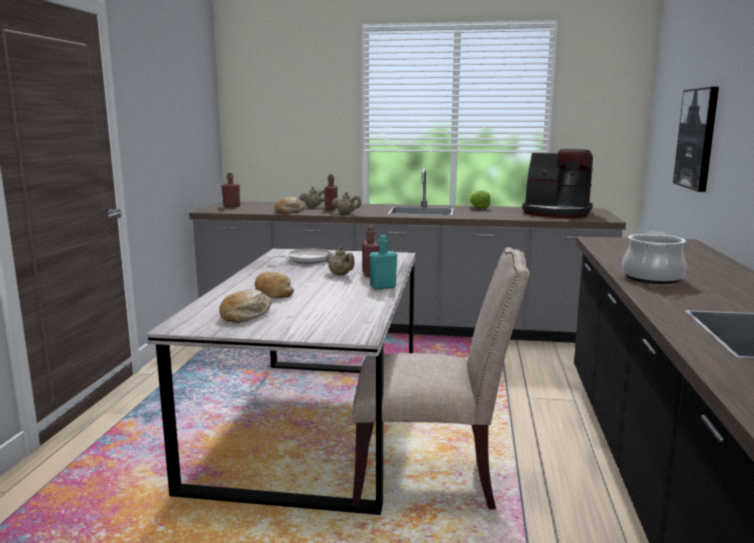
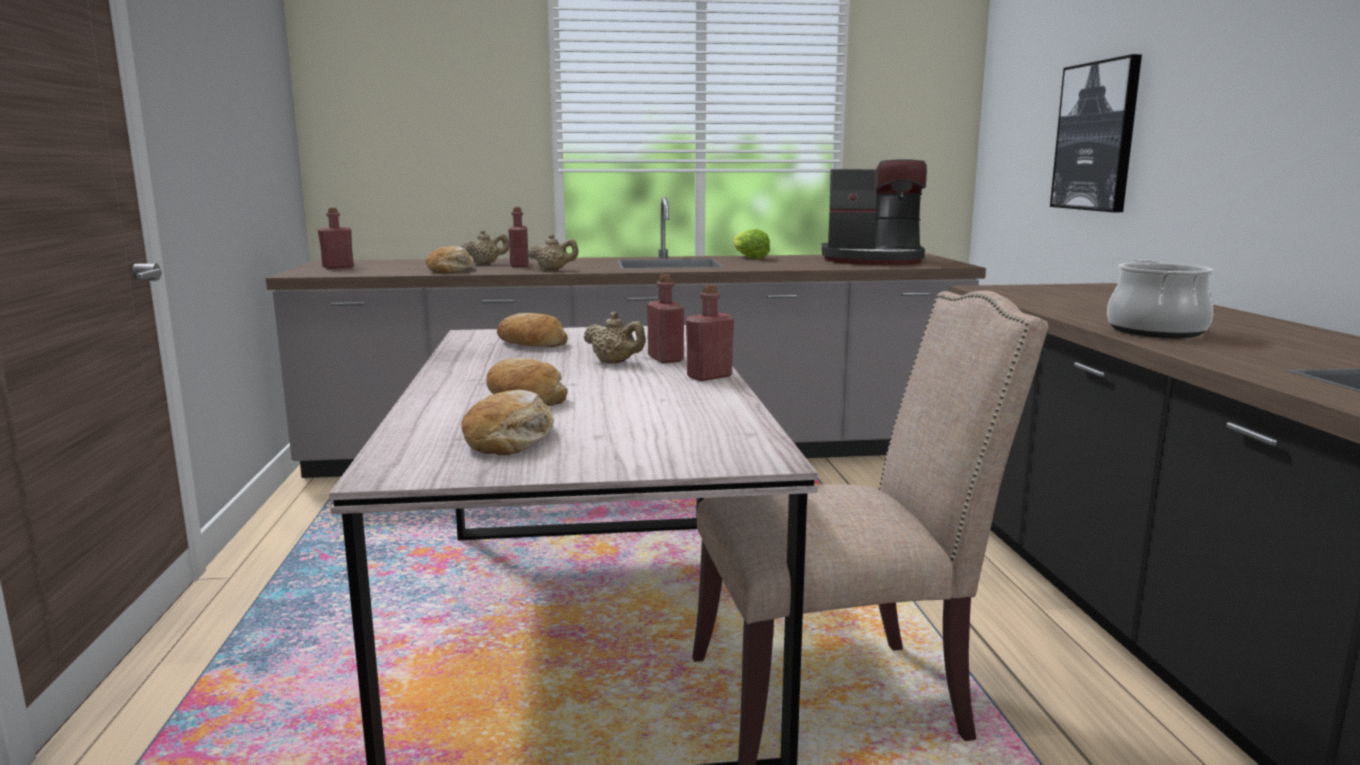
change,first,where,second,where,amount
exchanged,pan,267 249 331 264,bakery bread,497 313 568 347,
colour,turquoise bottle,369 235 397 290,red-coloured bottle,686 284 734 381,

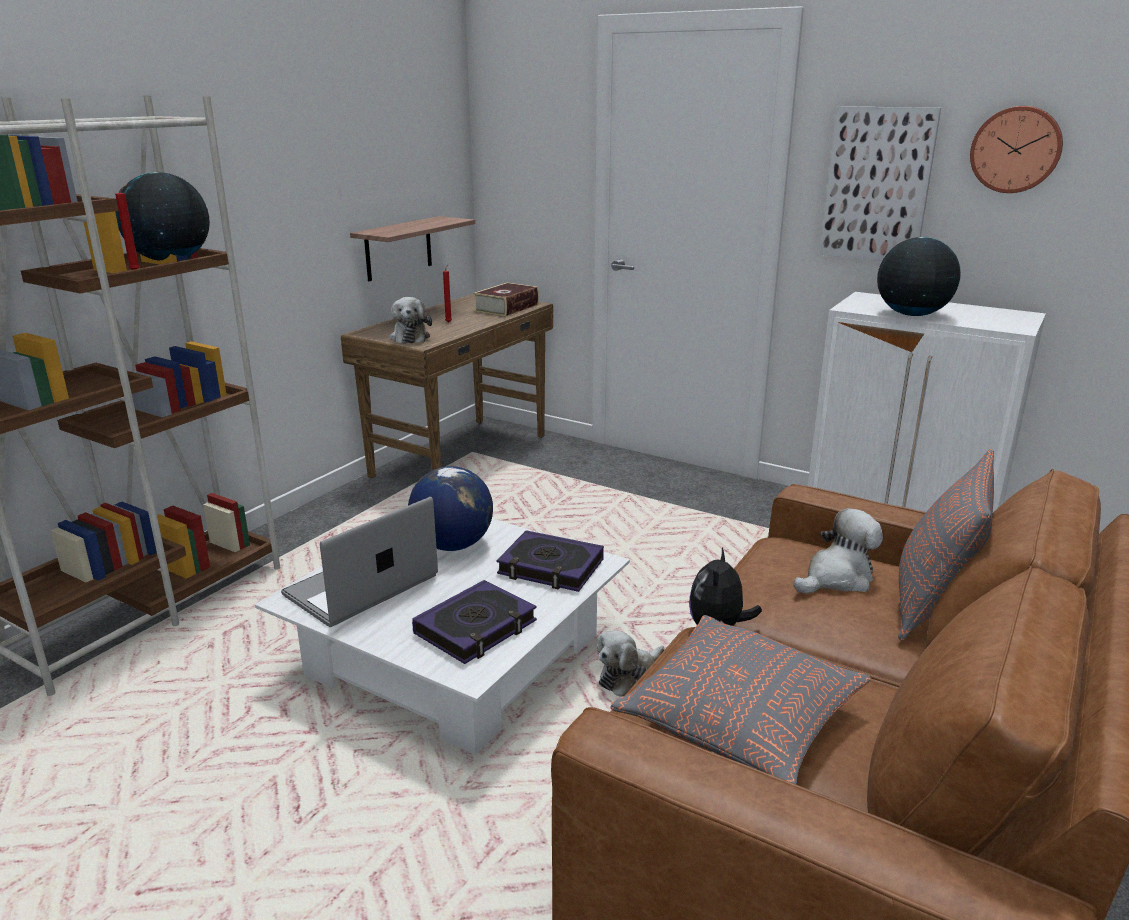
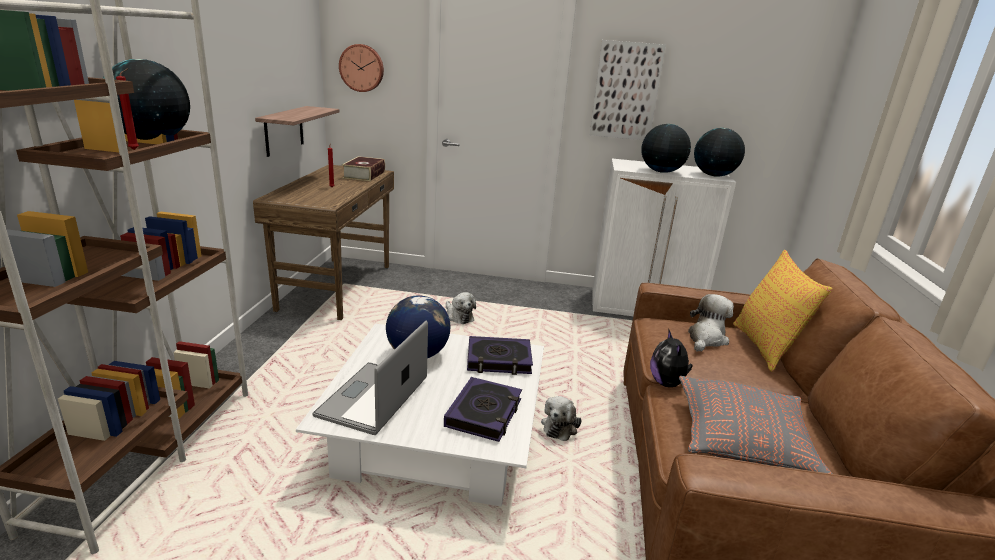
change,first,where,second,where,amount
relocated,plush toy,389 297 432 344,,446 292 476 324,
colour,grey pillow,898 449 994 641,yellow-coloured pillow,733 250 832 372,
relocated,wall clock,970 106 1063 193,,339 44 384 92,
appeared,,,world globe,694 128 745 176,

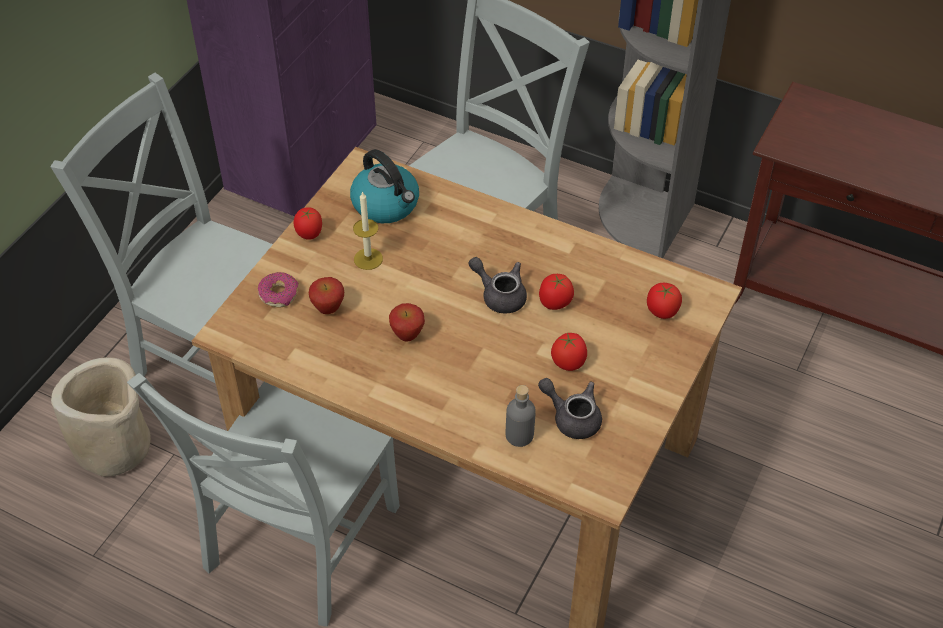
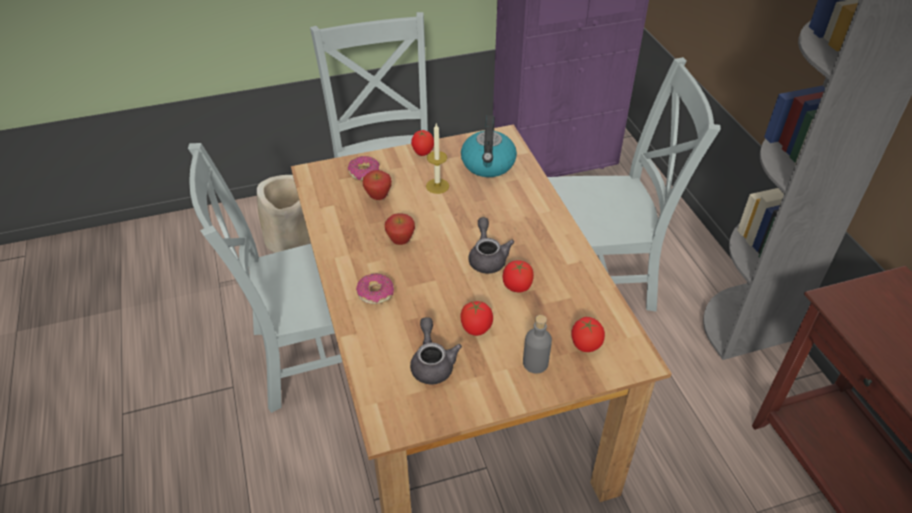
change,first,where,second,where,amount
relocated,grey bottle,506 385 536 447,,523 315 552 373,
appeared,,,donut,356 273 394 304,

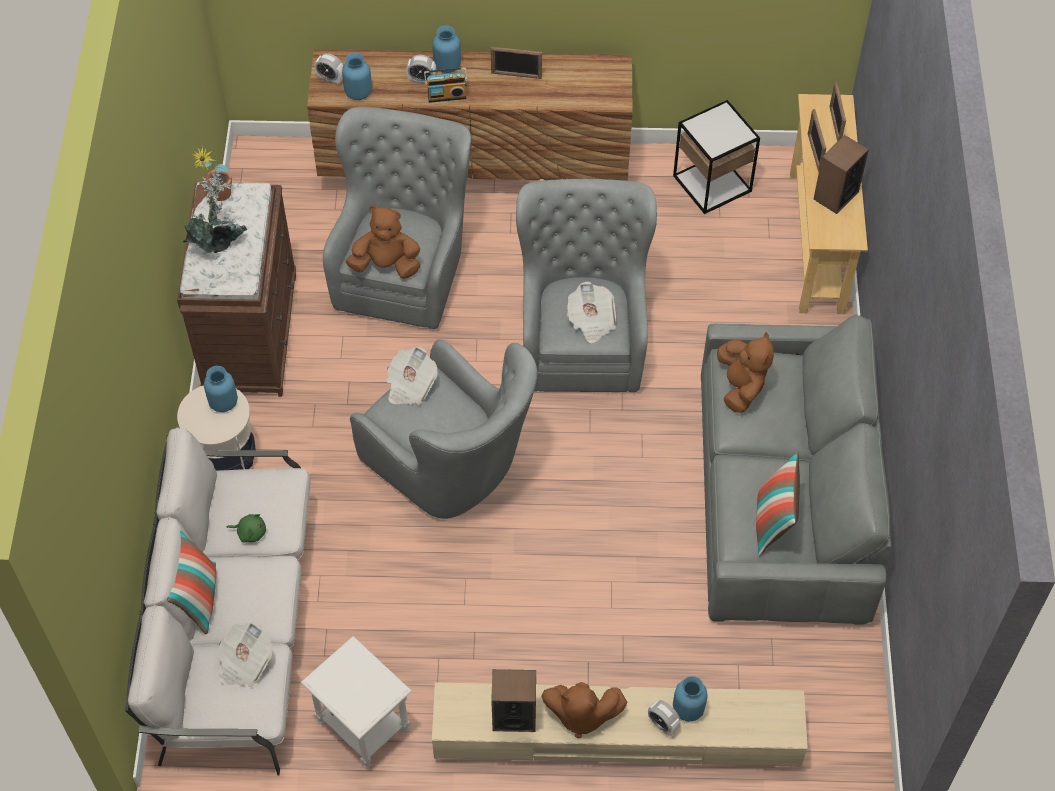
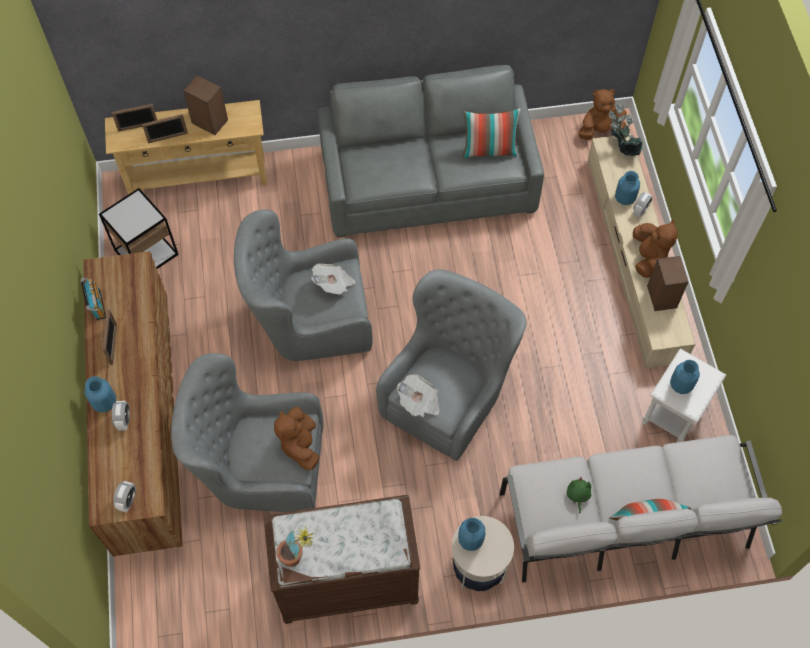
change,first,where,second,where,amount
relocated,houseplant,183 171 247 253,,609 103 642 156,
missing,printed paper,217 623 273 687,,,
relocated,blue flower vase,342 53 372 100,,670 360 700 394,
relocated,radio,424 67 468 103,,81 278 106 320,
relocated,brown plush toy,717 332 774 413,,578 89 627 140,

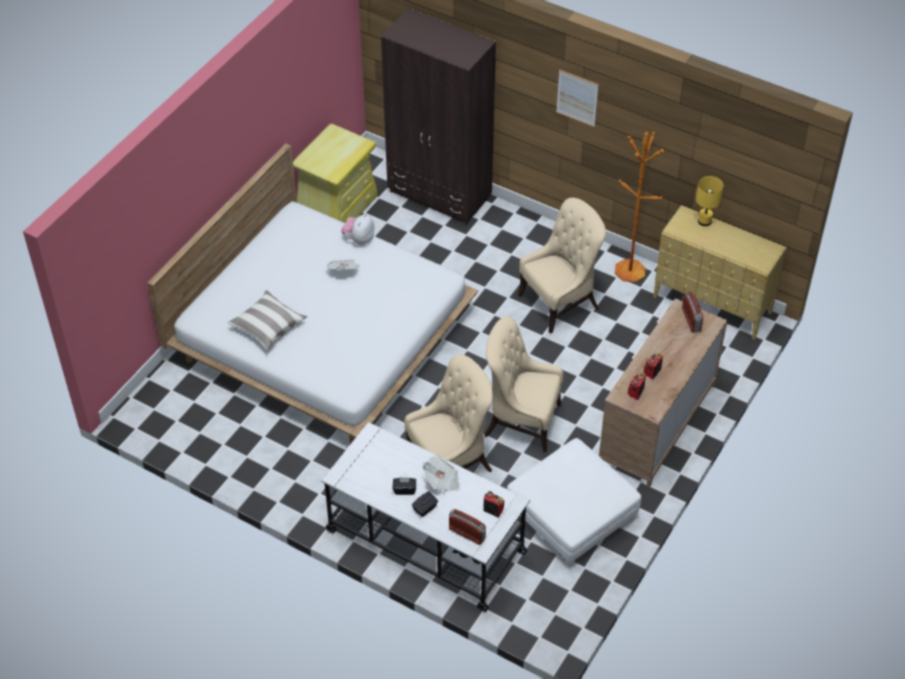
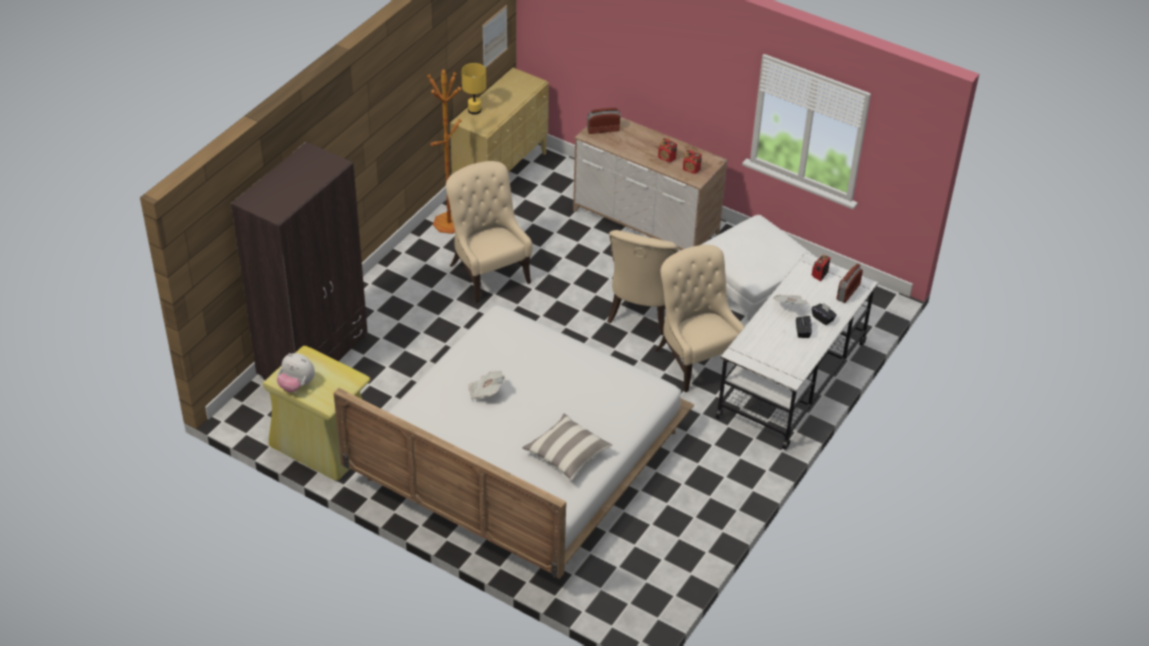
change,first,where,second,where,amount
relocated,plush toy,341 214 375 245,,277 353 315 393,
relocated,picture,556 70 599 127,,482 5 508 68,

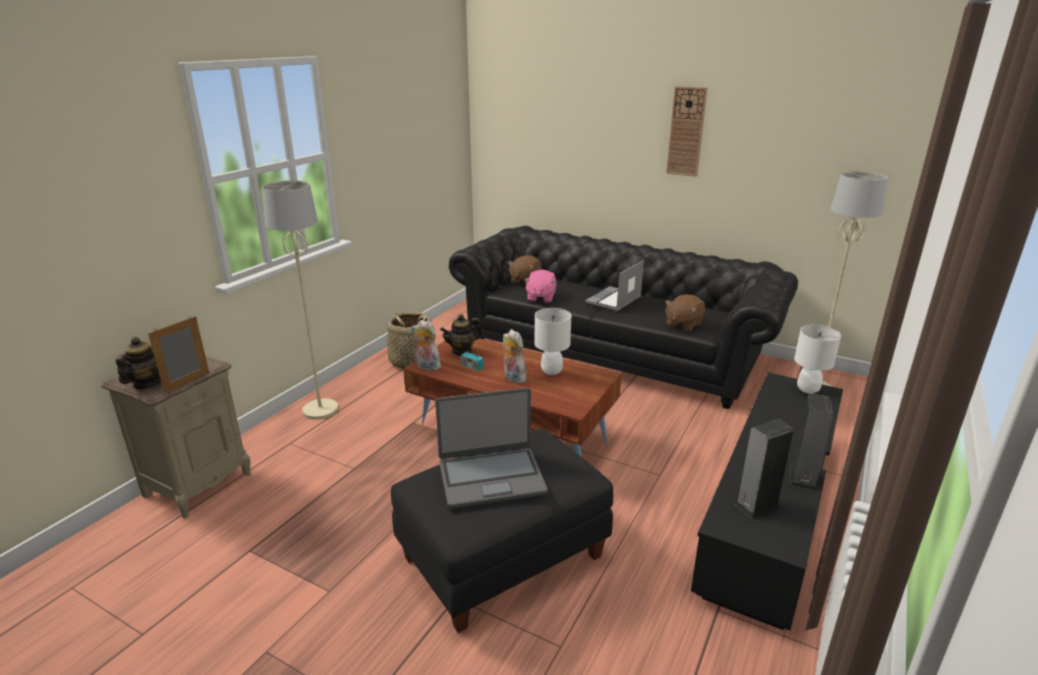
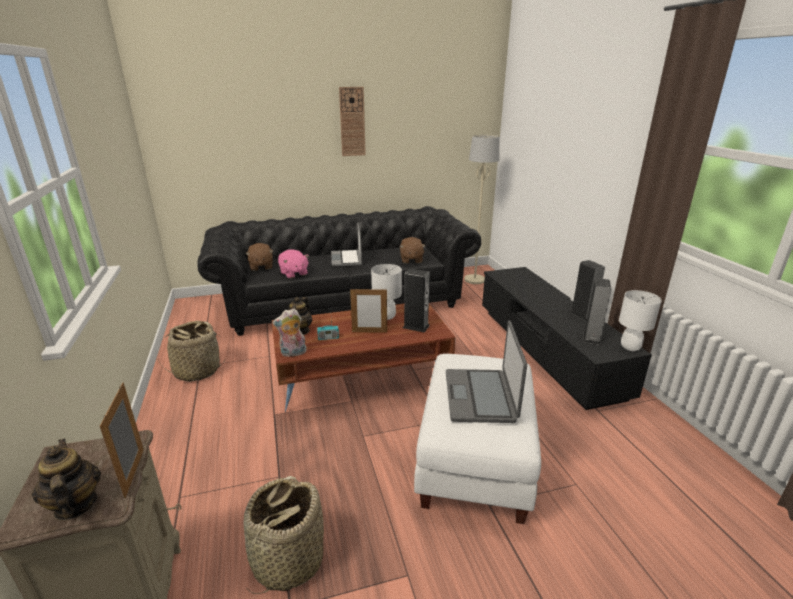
change,first,where,second,where,amount
missing,sand-coloured standard lamp,262 181 338 420,,,
colour,blackish pouffe,391 429 613 633,whitish pouffe,414 354 541 524,
spun,laptop,435 388 548 509,,446 320 527 423,150 degrees clockwise
exchanged,plush toy,503 329 527 383,photo frame,350 288 387 333,
relocated,whitish table lamp,794 325 841 394,,619 290 662 351,
appeared,,,basket,244 476 324 594,
appeared,,,audio speaker,403 268 430 333,

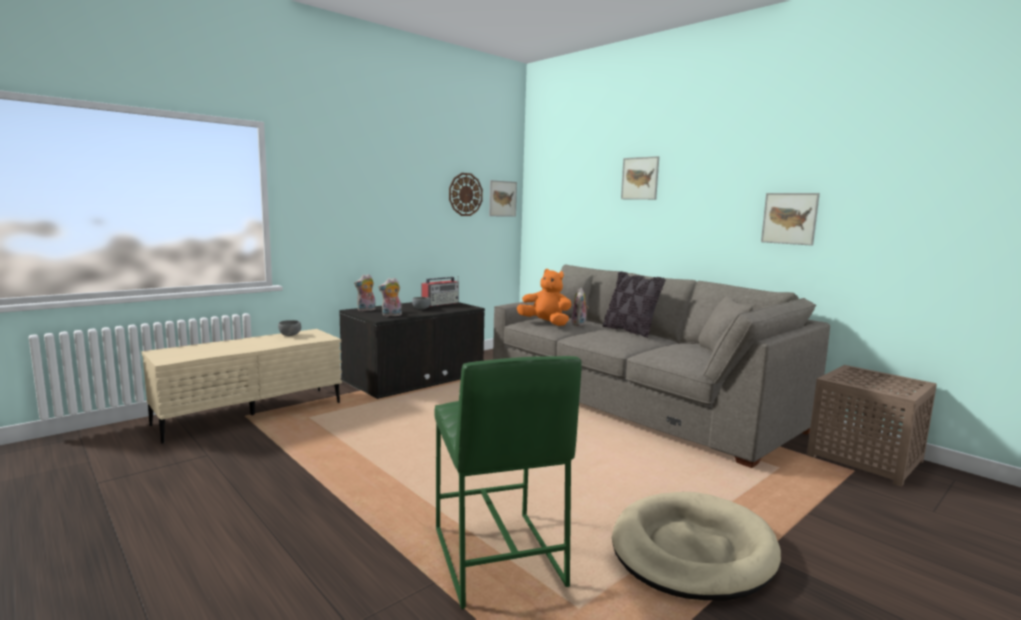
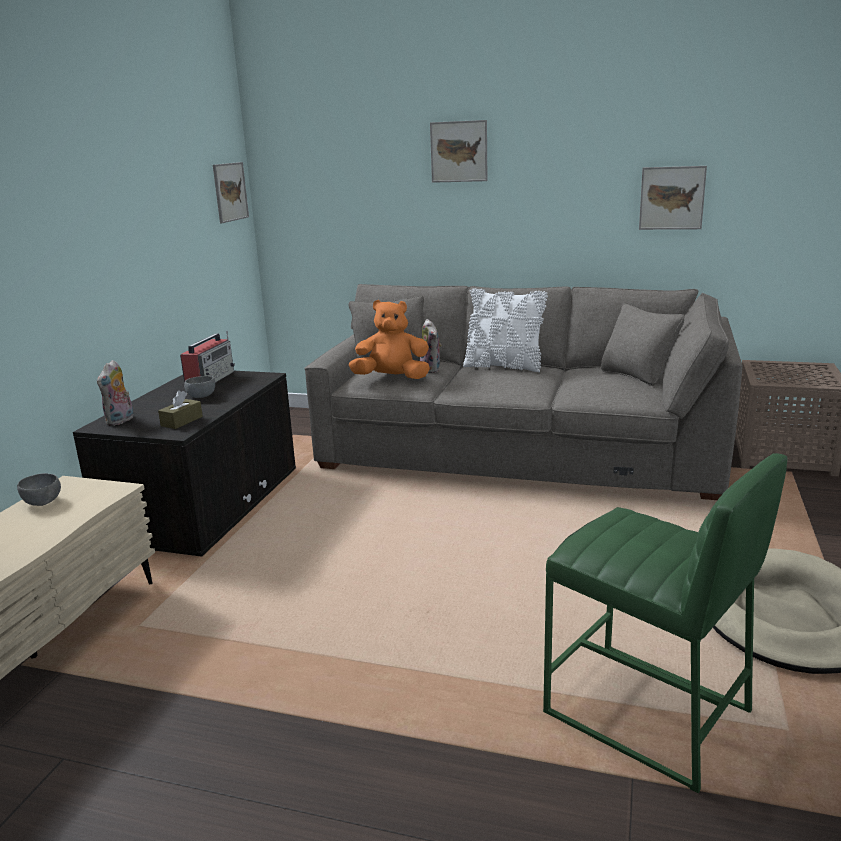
change,first,where,second,where,amount
exchanged,plush toy,378 278 402 317,brown tissue holder,158 390 203 429,
missing,wall clock,449 173 483 216,,,
colour,blackish pillow,602 271 665 338,whitish pillow,463 288 548 372,

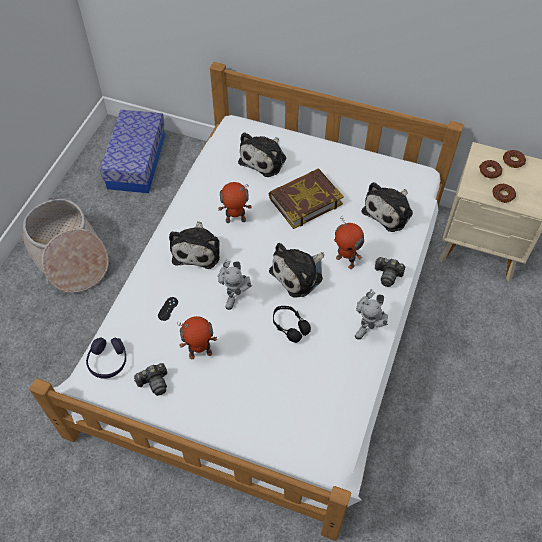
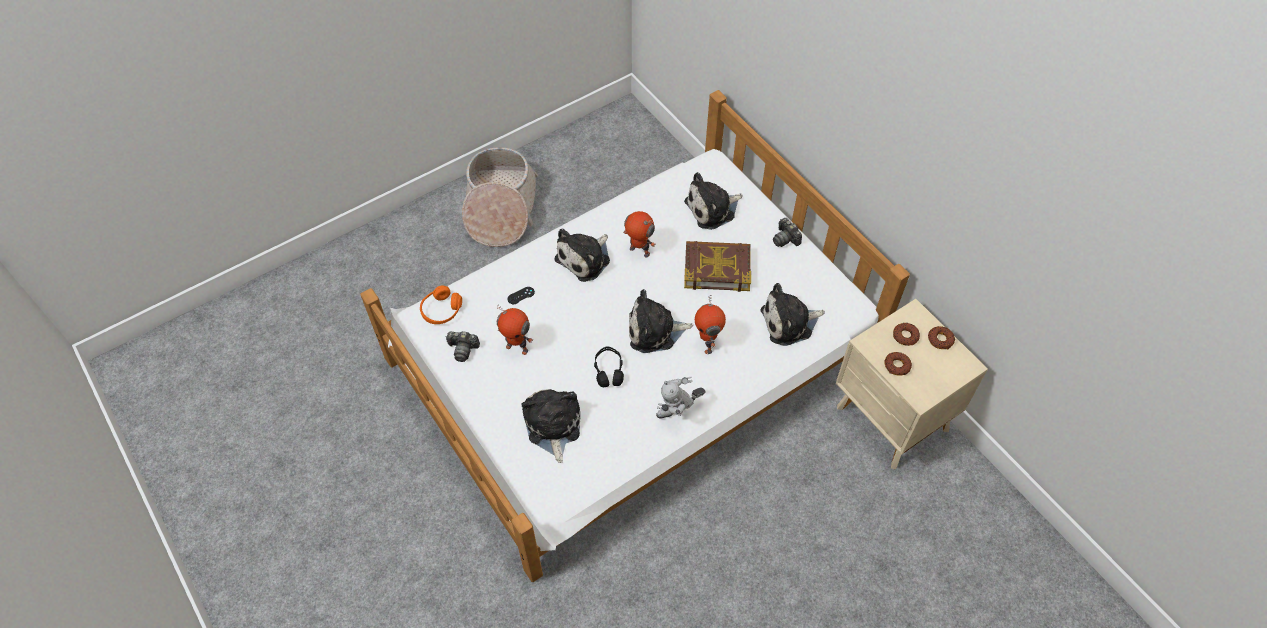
change,first,where,second,where,amount
colour,purple headphones,86 337 126 379,orange headphones,420 285 462 324,
missing,storage container,100 109 165 193,,,
missing,toy robot,218 259 252 310,,,
relocated,photo camera,375 257 405 287,,773 218 802 247,
appeared,,,plush toy,521 389 580 463,

